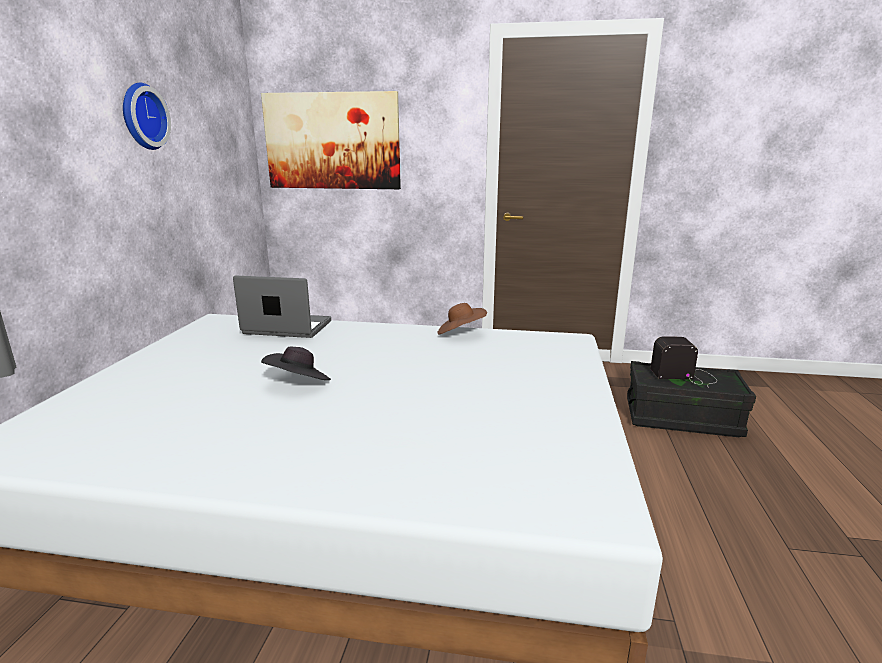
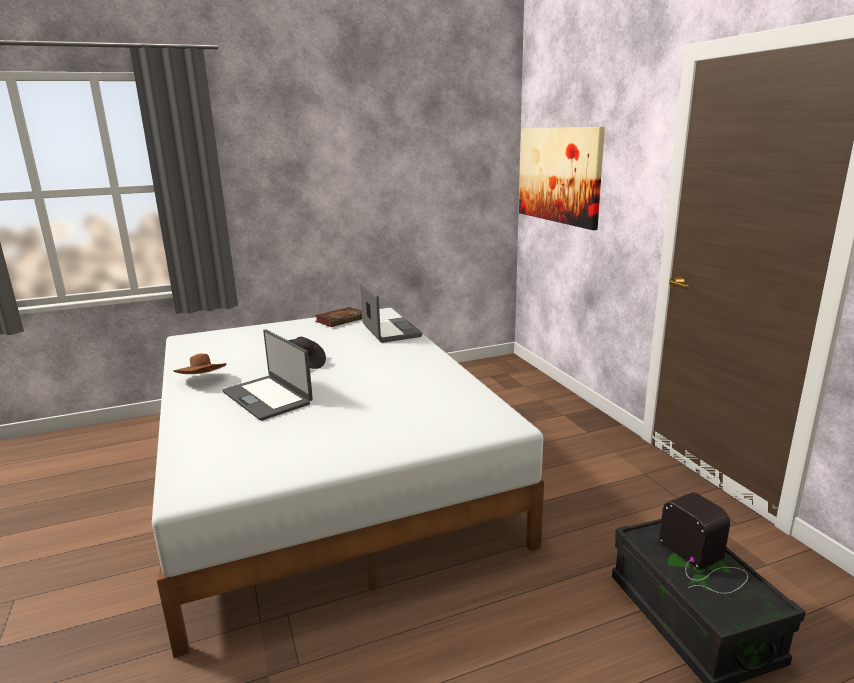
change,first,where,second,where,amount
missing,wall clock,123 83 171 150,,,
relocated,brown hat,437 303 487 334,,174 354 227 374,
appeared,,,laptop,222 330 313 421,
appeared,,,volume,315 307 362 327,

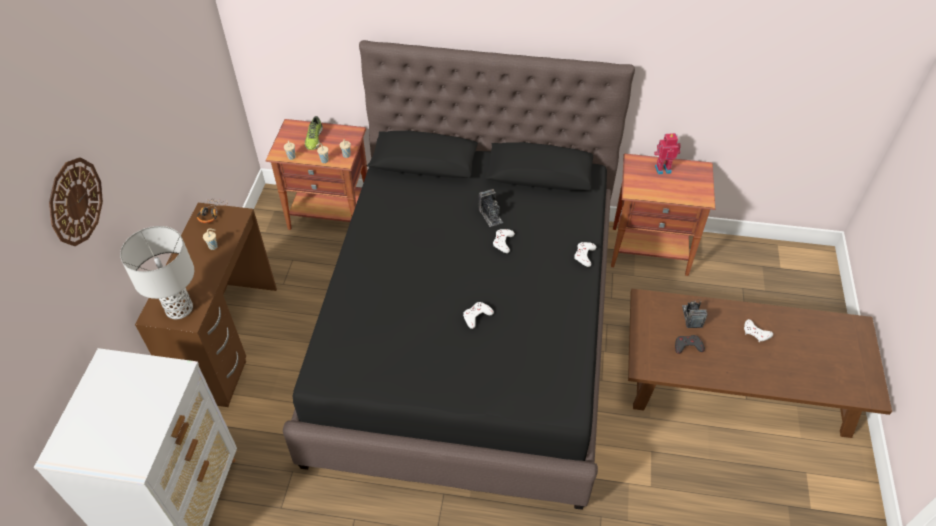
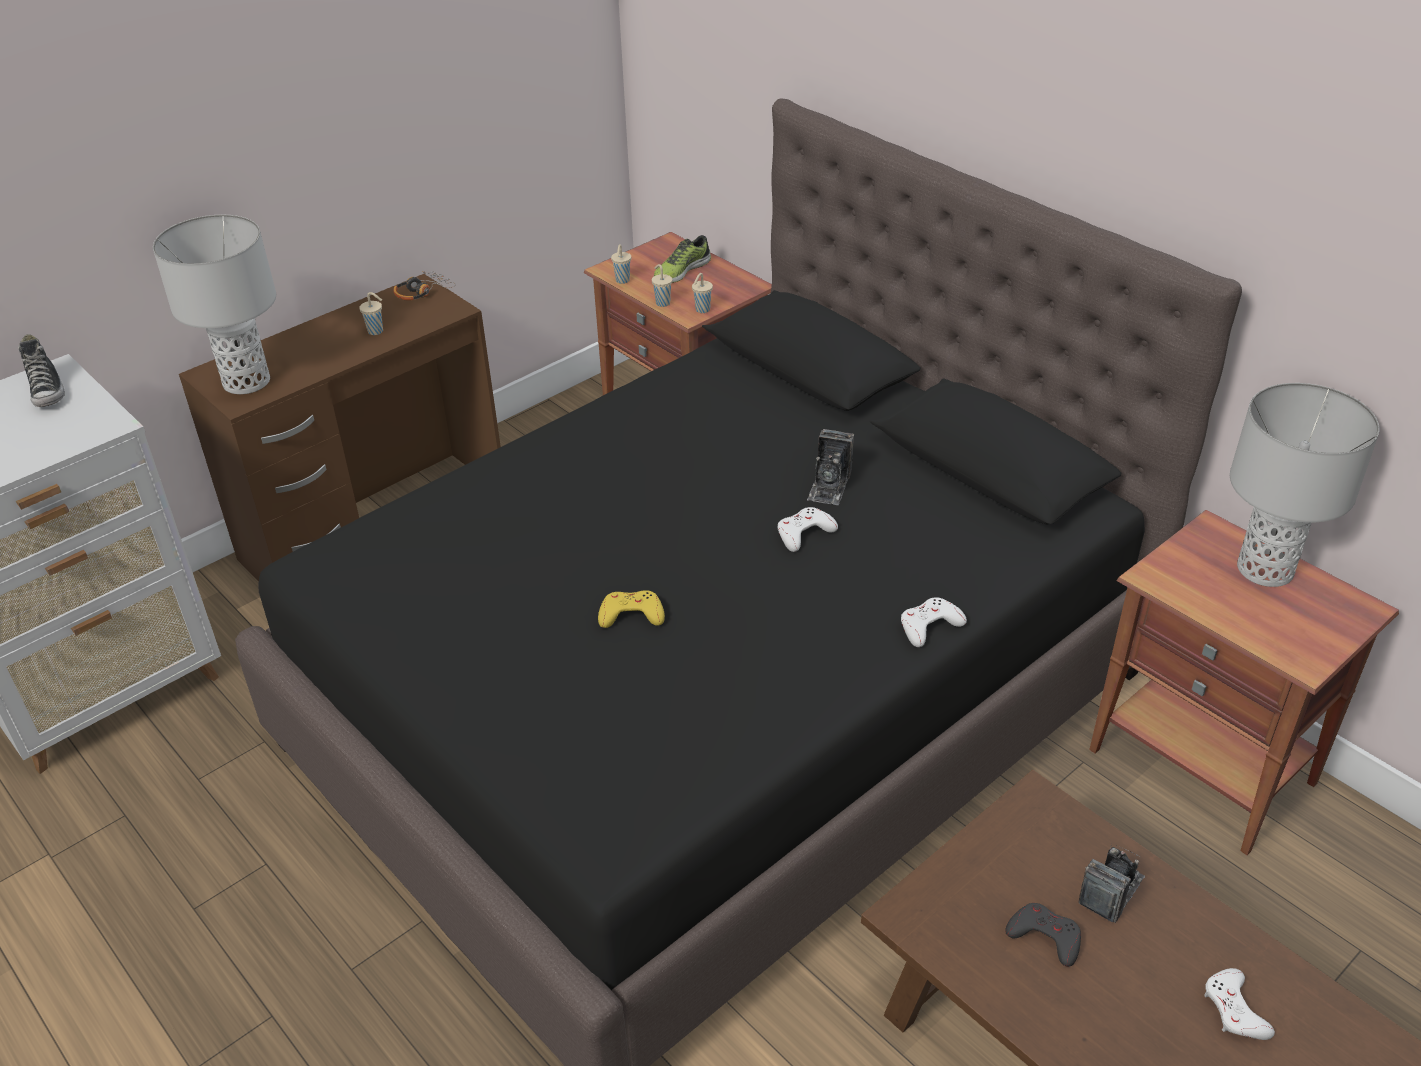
change,first,where,second,where,amount
missing,wall clock,49 157 103 246,,,
colour,whitish joypad,463 302 494 329,yellow-coloured joypad,598 590 665 628,
exchanged,toy robot,654 133 681 175,whitish table lamp,1230 383 1380 587,
appeared,,,item of footwear,18 334 65 407,

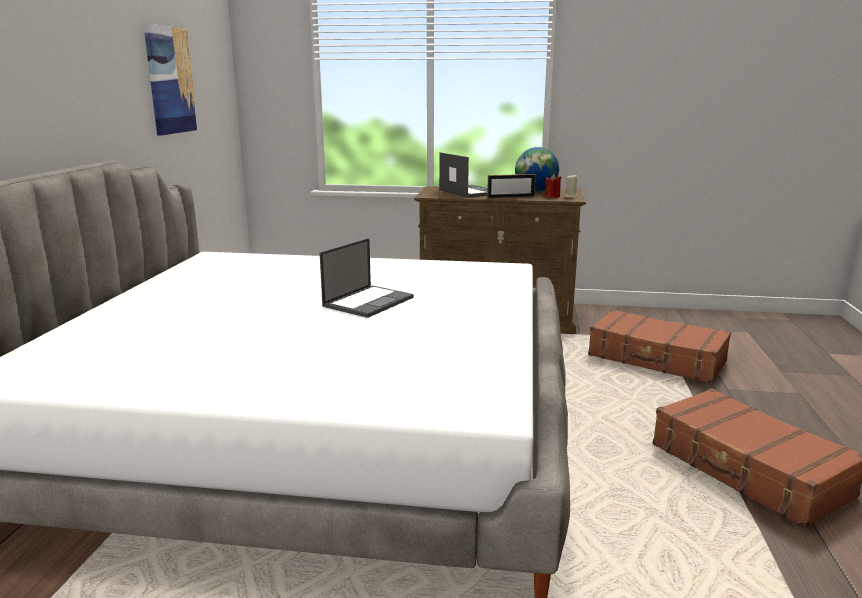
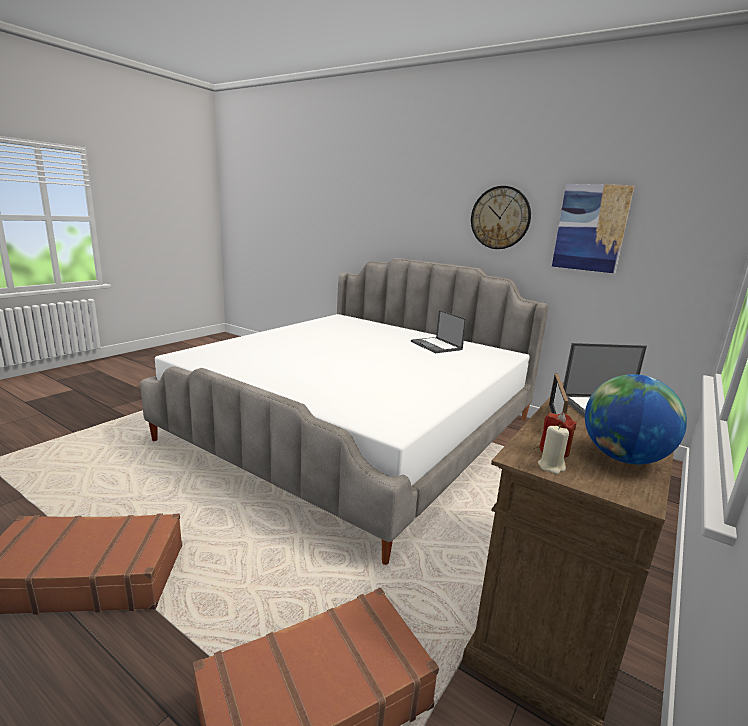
change,first,where,second,where,amount
relocated,laptop,320 238 414 318,,411 310 466 353,
appeared,,,wall clock,471 186 531 249,

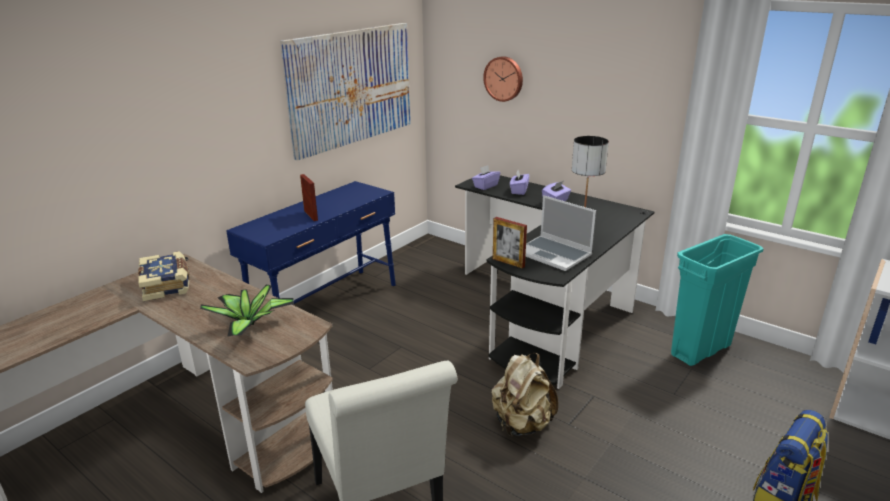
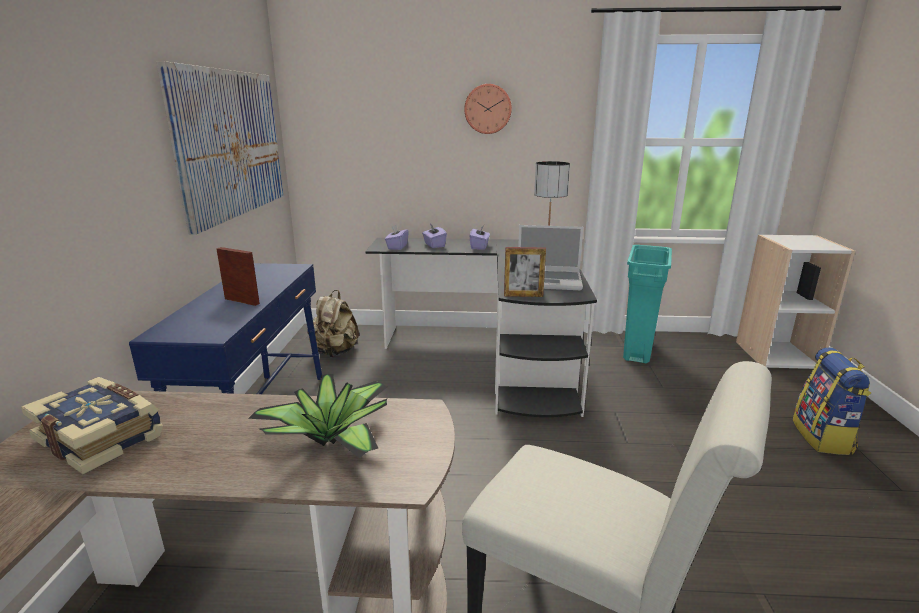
change,first,where,second,where,amount
relocated,wall clock,483 56 523 102,,464 84 512 134,
relocated,sand-coloured backpack,491 353 558 437,,307 290 359 357,

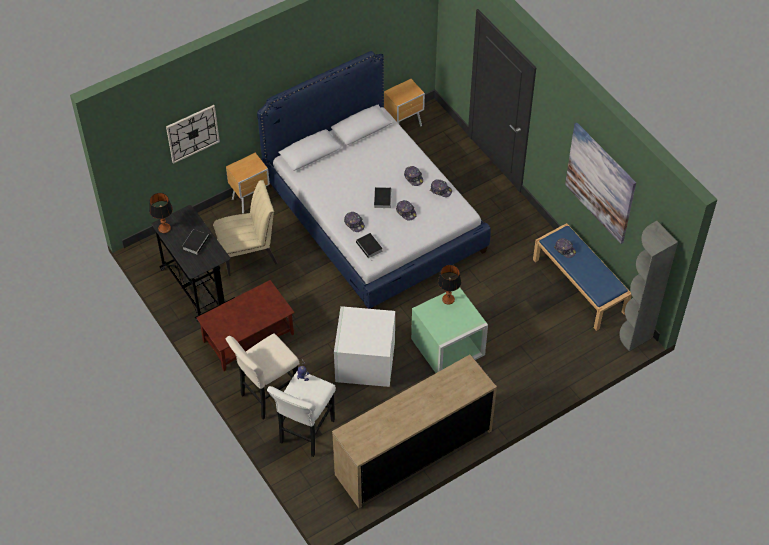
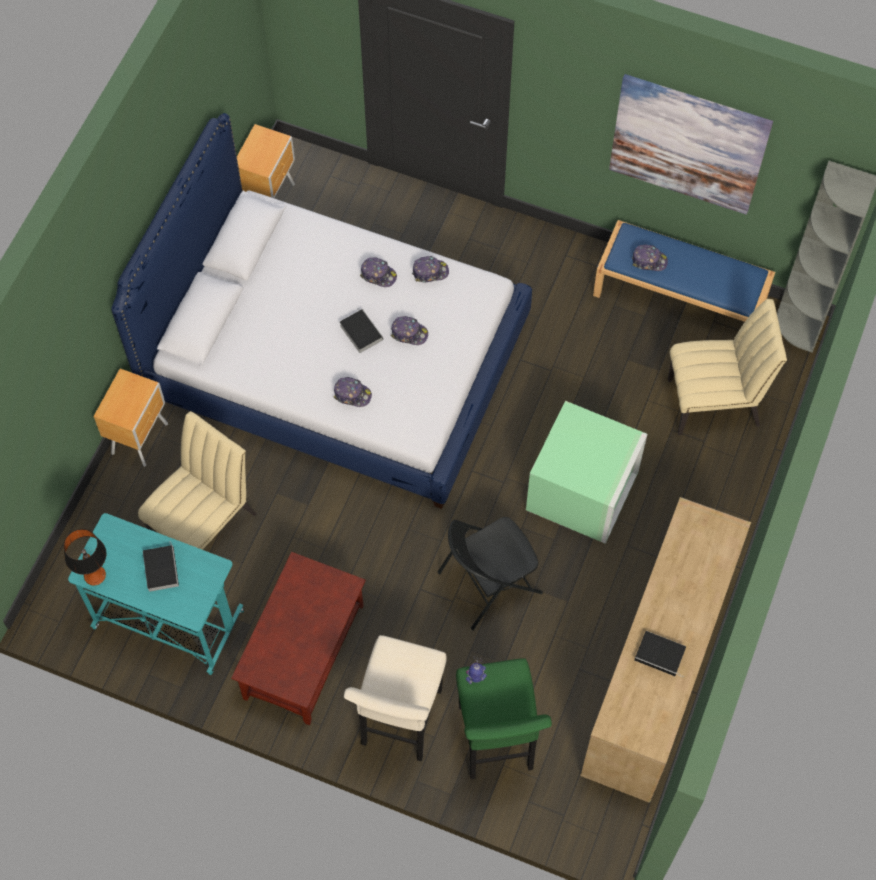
change,first,where,second,where,amount
colour,blackish desk table,151 205 235 322,turquoise desk table,68 513 244 675,
missing,wall clock,166 105 220 164,,,
colour,whitish sitting stool,267 371 336 457,green-coloured sitting stool,456 659 552 779,
exchanged,whitish storage container,334 306 395 387,blackish plain chair,437 517 543 630,
relocated,volume,356 233 383 261,,635 631 686 678,
missing,table lamp,438 265 461 305,,,
appeared,,,sand-coloured plain chair,668 299 787 435,

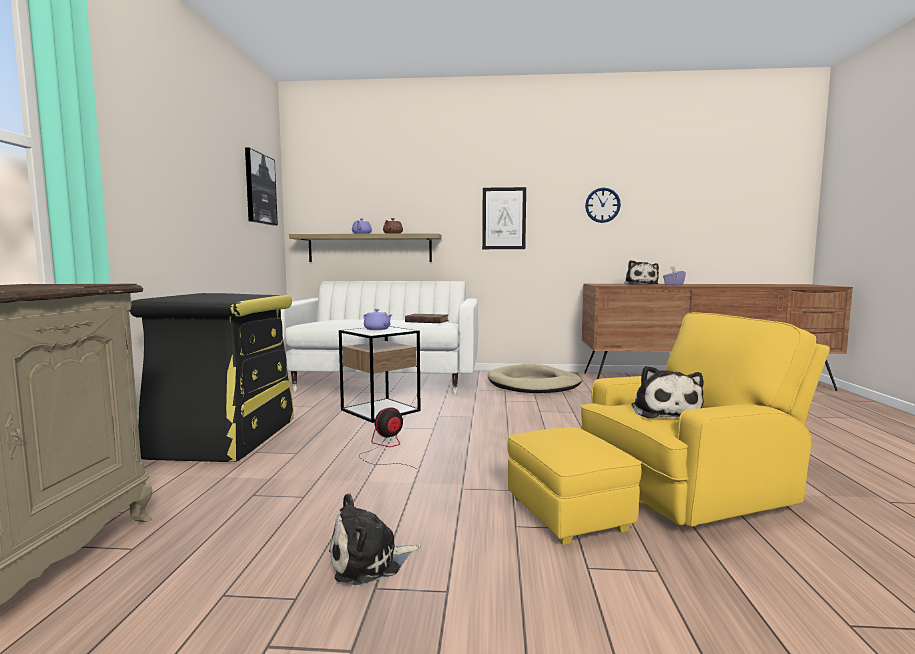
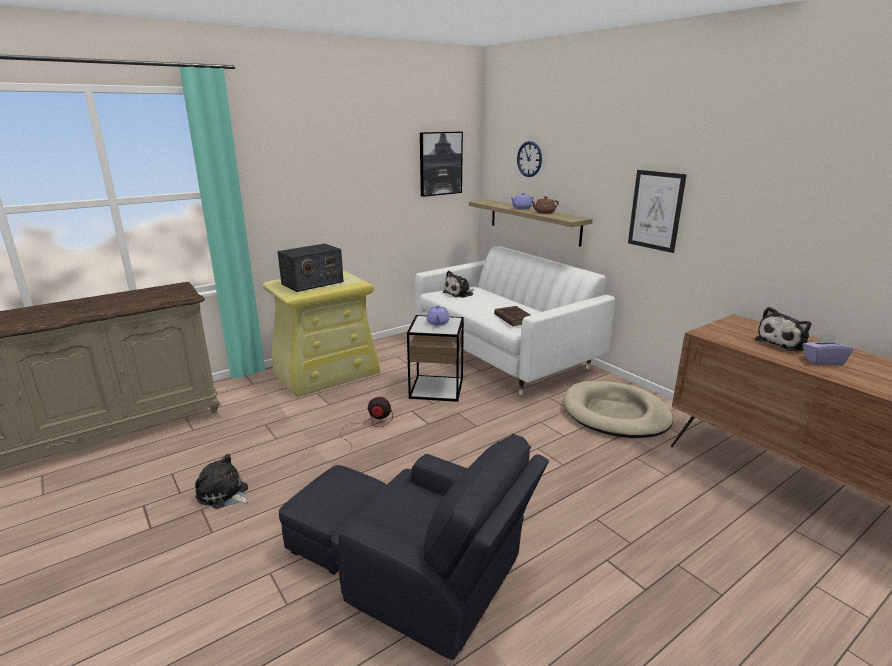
change,first,where,second,where,amount
colour,blackish bedside table,129 293 294 462,yellow-coloured bedside table,263 270 380 396,
colour,yellow-coloured armchair,507 312 830 545,blackish armchair,279 433 549 660,
relocated,wall clock,585 187 621 223,,517 141 542 177,
relocated,plush toy,632 366 704 418,,443 271 474 298,
appeared,,,radio,278 243 344 292,

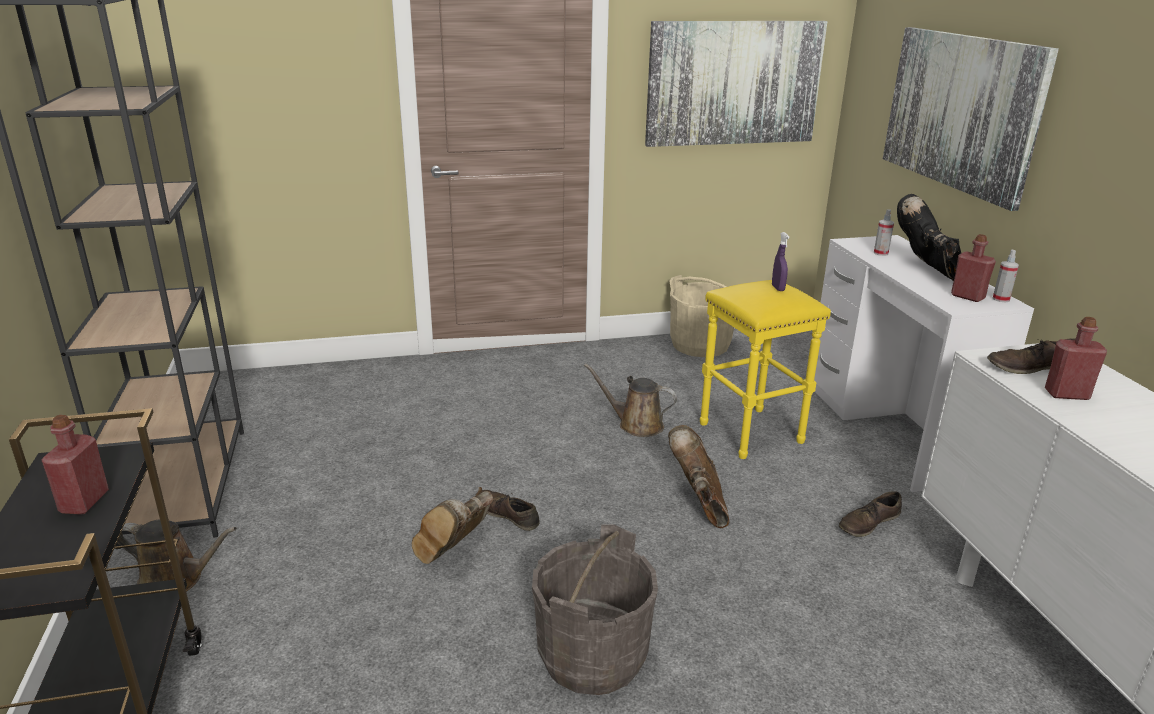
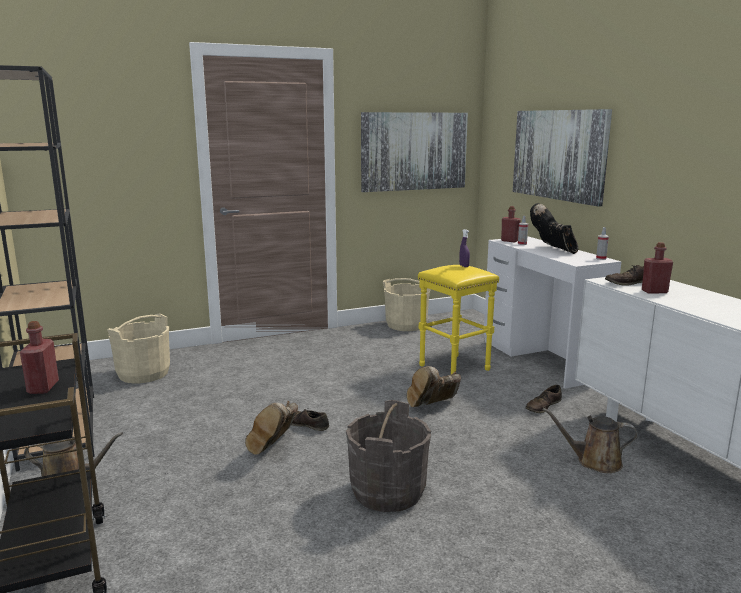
change,first,where,second,where,amount
relocated,brown watering pot,584 363 677 437,,543 408 638 473,
spun,brown boot,668 425 729 528,,407 366 461 407,105 degrees counterclockwise
relocated,red-coloured bottle,951 234 996 302,,501 206 521 242,
appeared,,,sand-coloured water bucket,107 314 170 384,

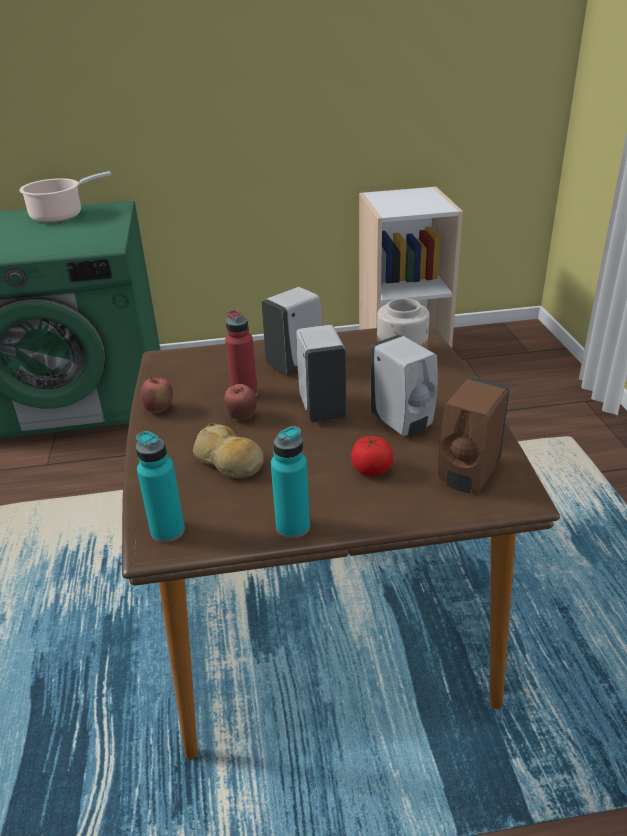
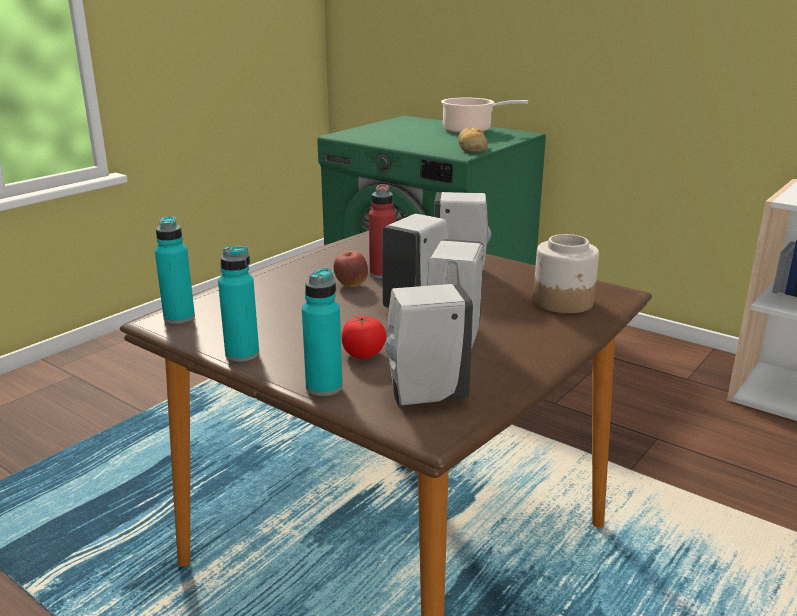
change,first,where,second,where,amount
missing,apple fruit,140 377 173 413,,,
relocated,bakery bread,193 423 264 479,,458 127 488 152,
colour,brown soap dispenser,439 377 510 493,whitish soap dispenser,386 284 473 406,
appeared,,,turquoise bottle,302 268 342 396,

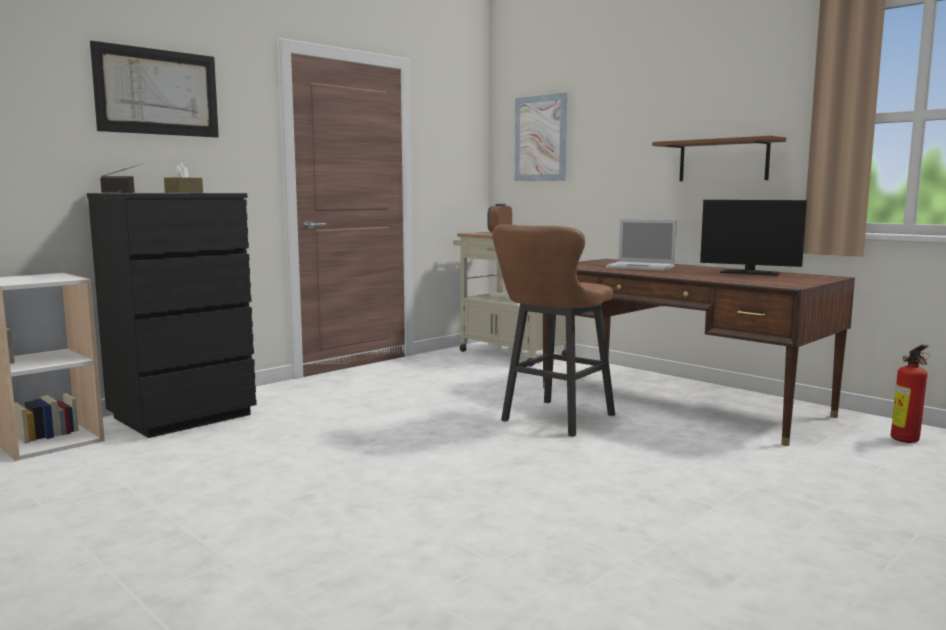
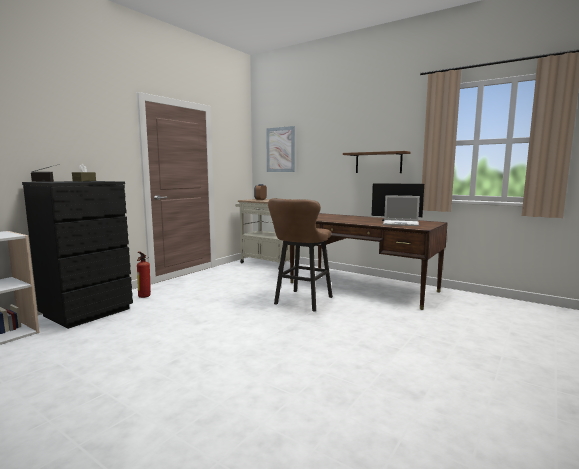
change,first,where,second,where,amount
missing,picture,90 41 219 138,,,
relocated,laptop,606 219 677 271,,383 195 420 226,
relocated,fire-fighting cylinder,891 344 930 443,,137 252 151 298,

